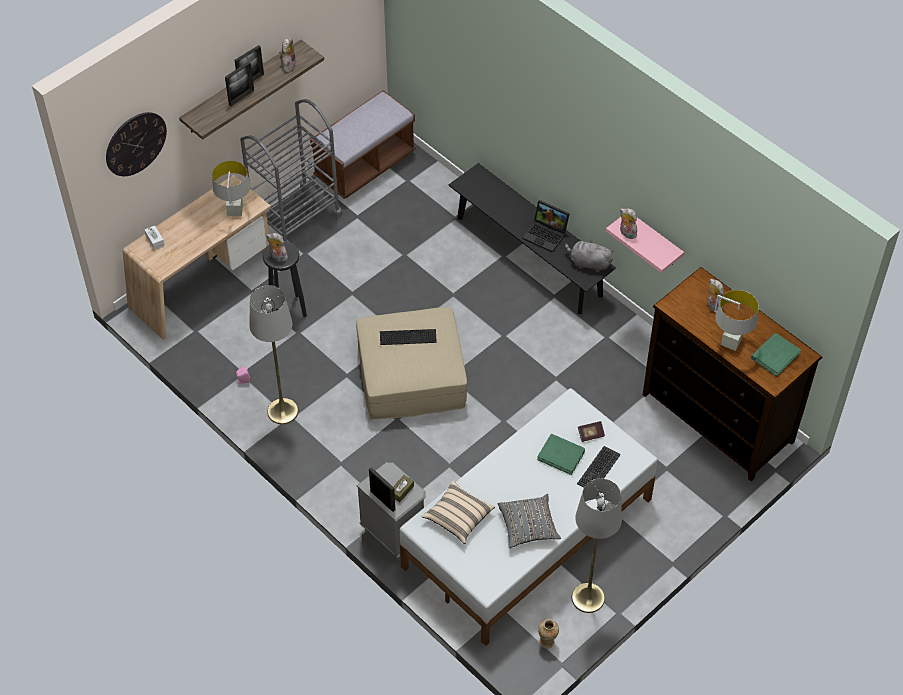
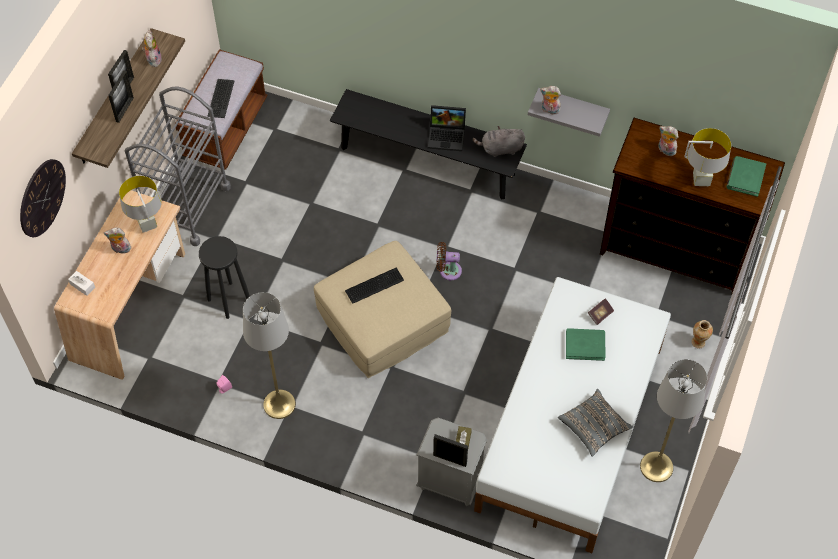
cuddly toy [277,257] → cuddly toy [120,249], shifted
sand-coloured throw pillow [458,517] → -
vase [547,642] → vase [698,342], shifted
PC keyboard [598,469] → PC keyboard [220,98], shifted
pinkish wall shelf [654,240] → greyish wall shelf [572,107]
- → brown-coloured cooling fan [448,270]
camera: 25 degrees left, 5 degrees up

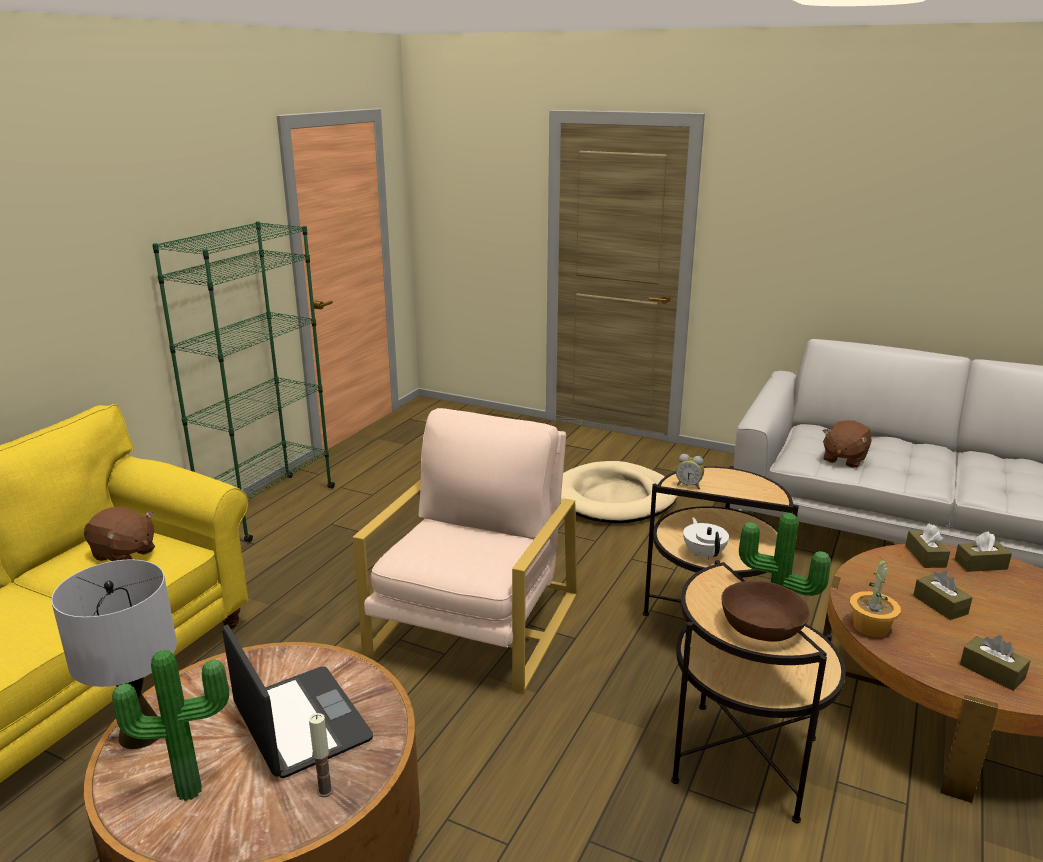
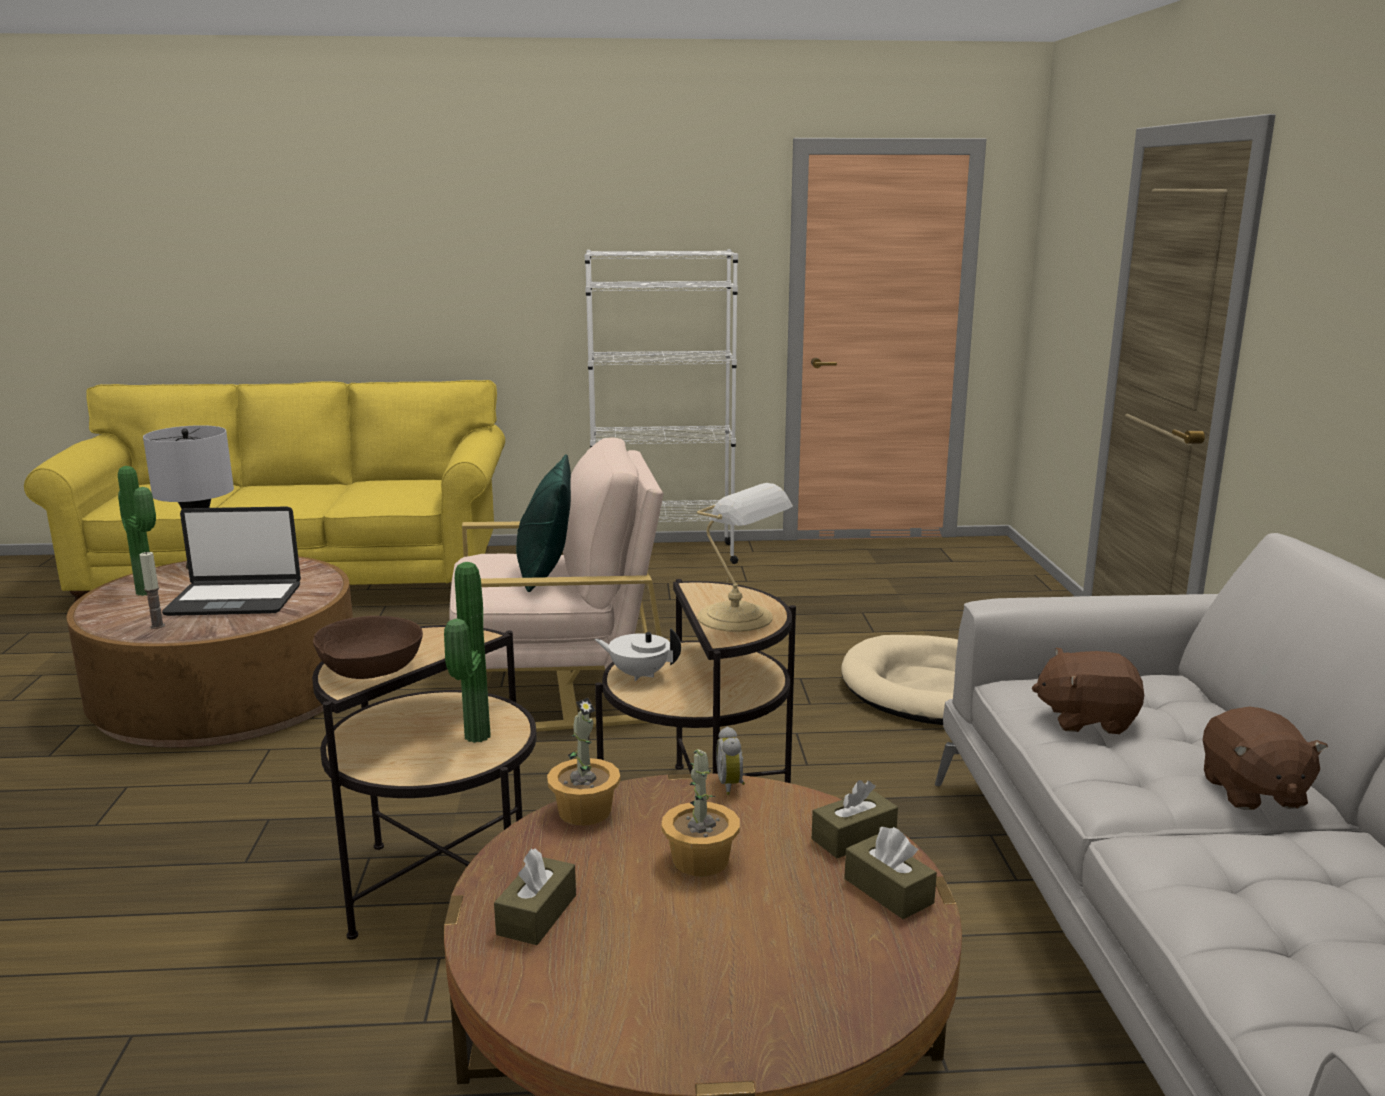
brown-coloured cuddly toy [124,554] → brown-coloured cuddly toy [1251,792], shifted
green bookshelf [269,507] → whitish bookshelf [663,554]
portable computer [300,723] → portable computer [235,600], 60 degrees clockwise
alarm clock [689,485] → alarm clock [732,785], shifted
whitish teapot [704,554] → whitish teapot [639,674], 120 degrees counterclockwise
brown-coloured tissue box [940,605] → plant in a pot [701,860]
- → green throw pillow [545,574]
- → table lamp [739,618]
camera: 60 degrees right, 5 degrees down

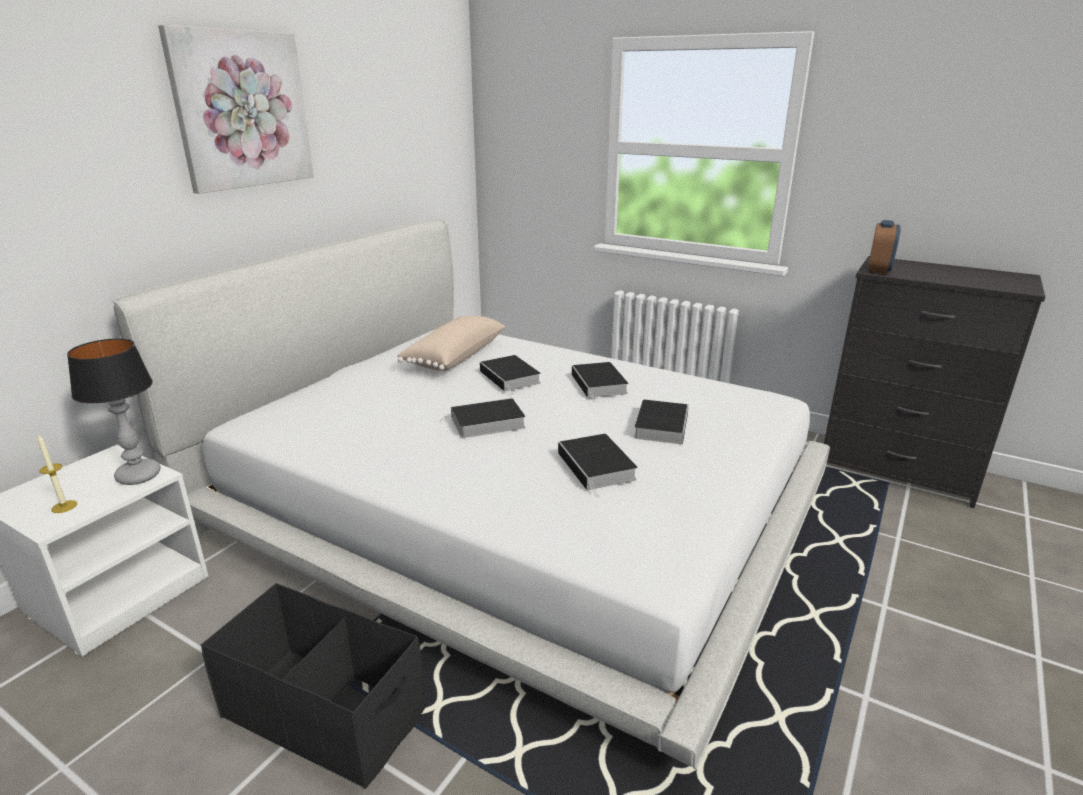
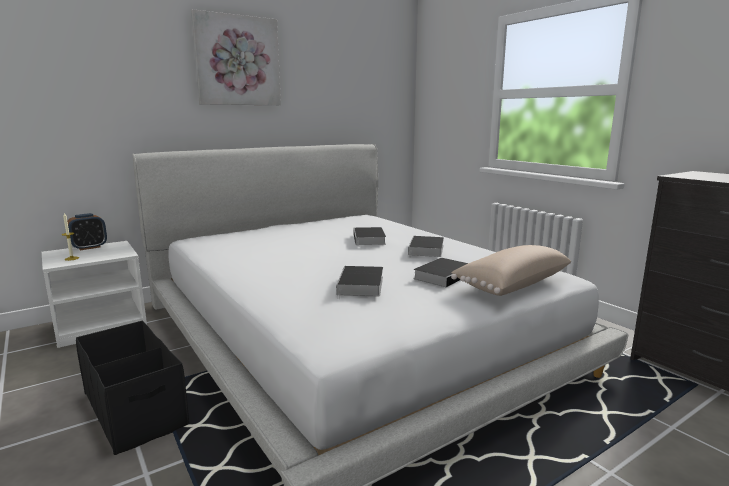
table lamp [138,476] → -
sand-coloured throw pillow [453,356] → sand-coloured throw pillow [510,284], shifted
book [485,423] → -
alarm clock [879,270] → alarm clock [89,247], shifted
camera: 25 degrees right, 10 degrees down

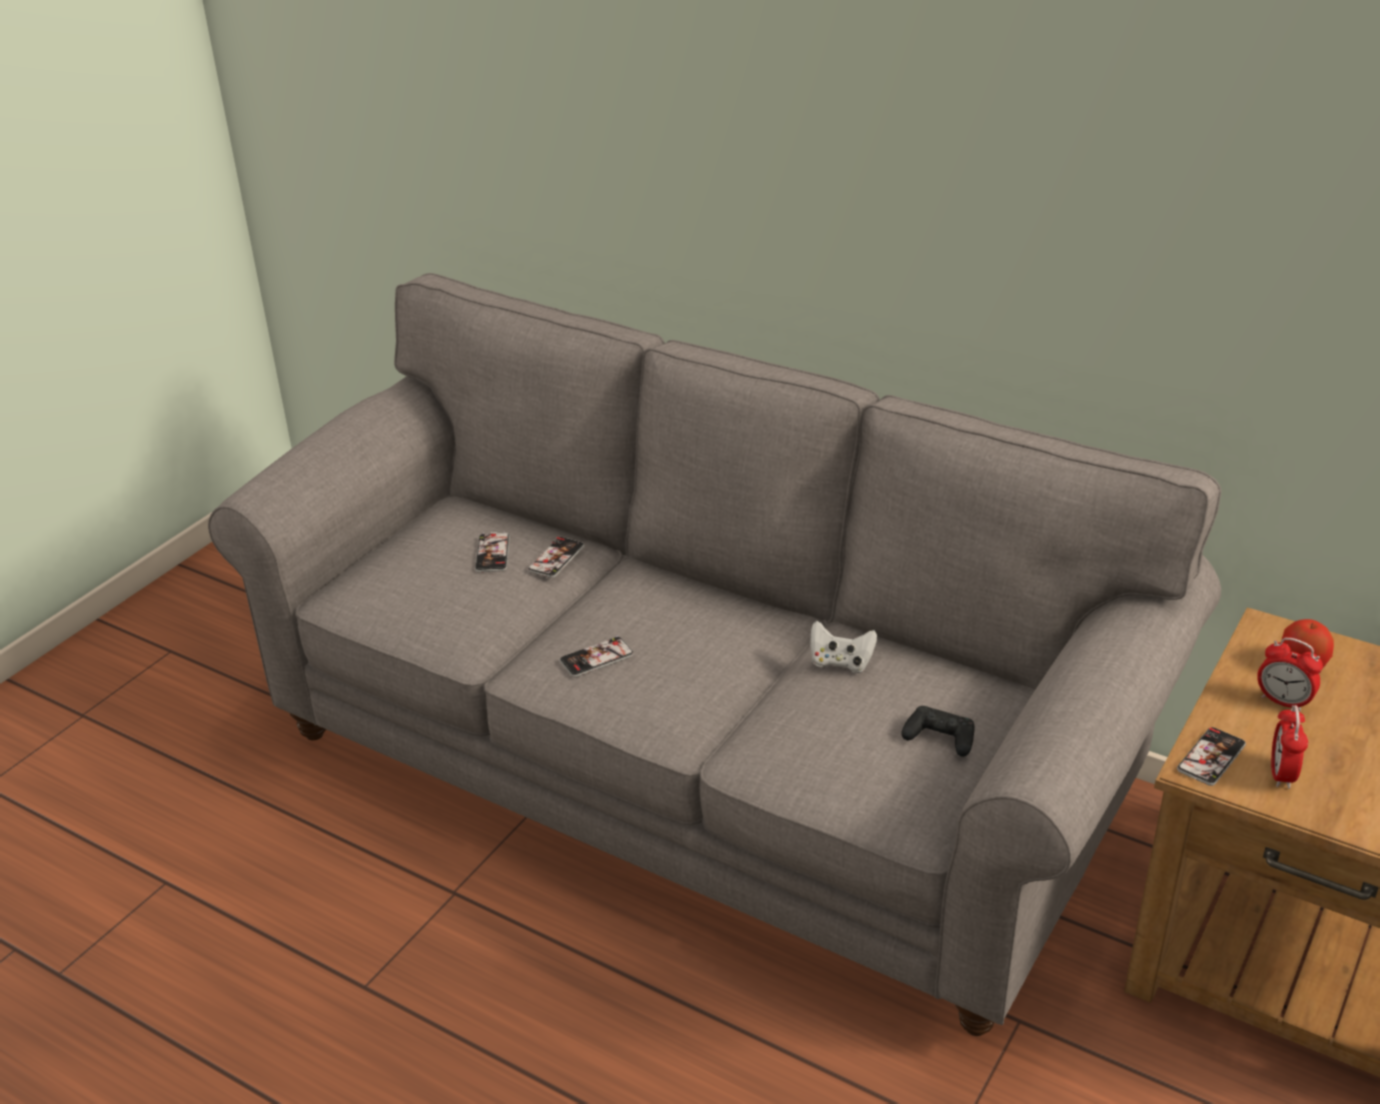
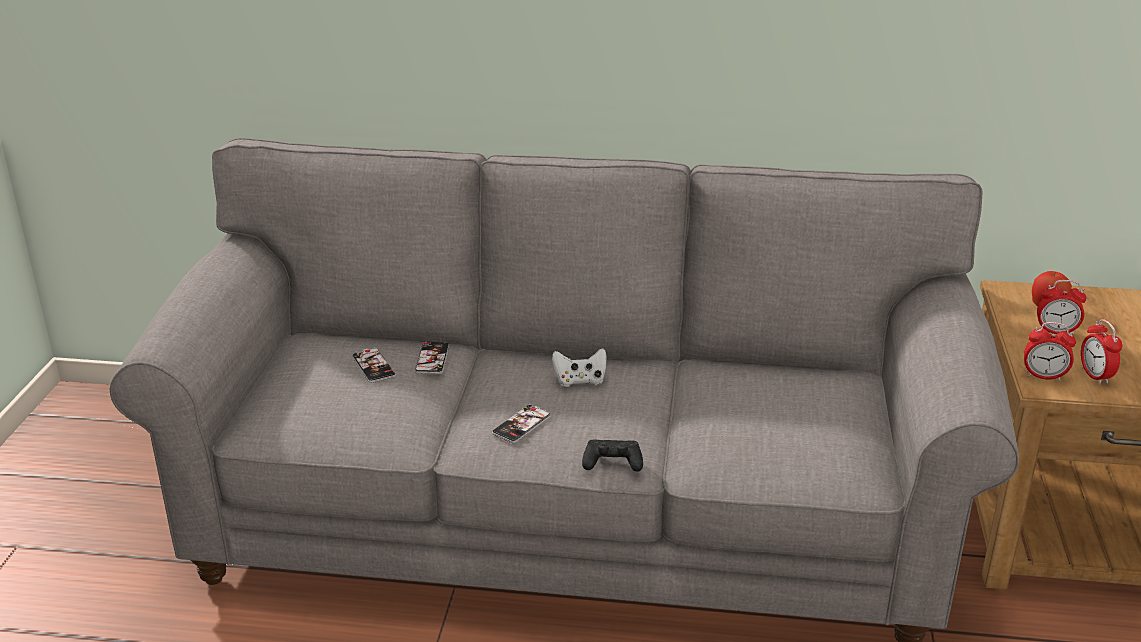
whitish gamepad [840,662] → whitish gamepad [580,381], shifted
black gamepad [940,737] → black gamepad [612,462], shifted
handset [1211,757] → alarm clock [1043,376]
camera: 25 degrees left, 5 degrees down

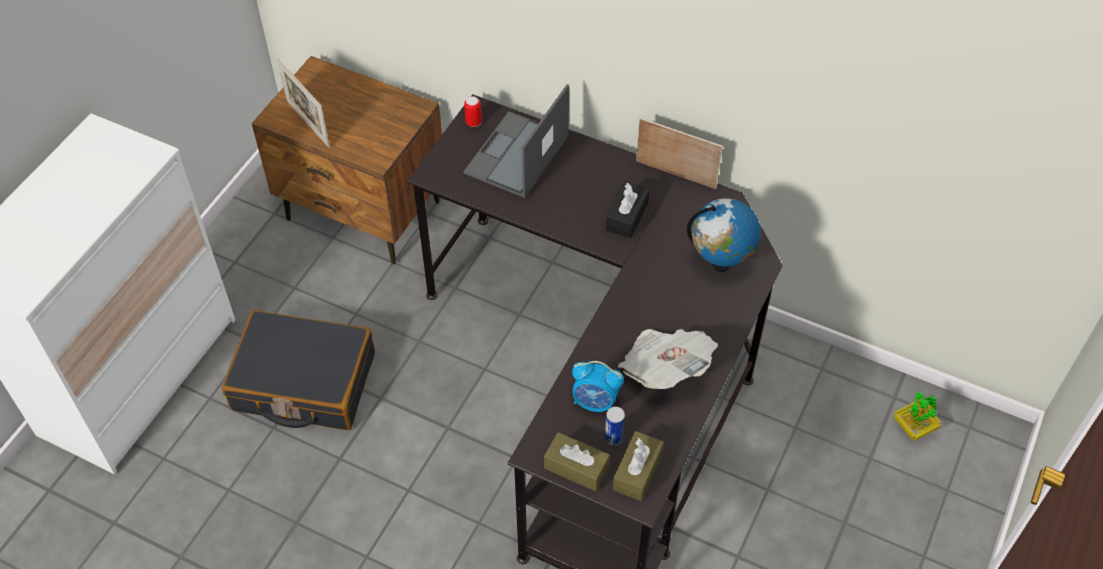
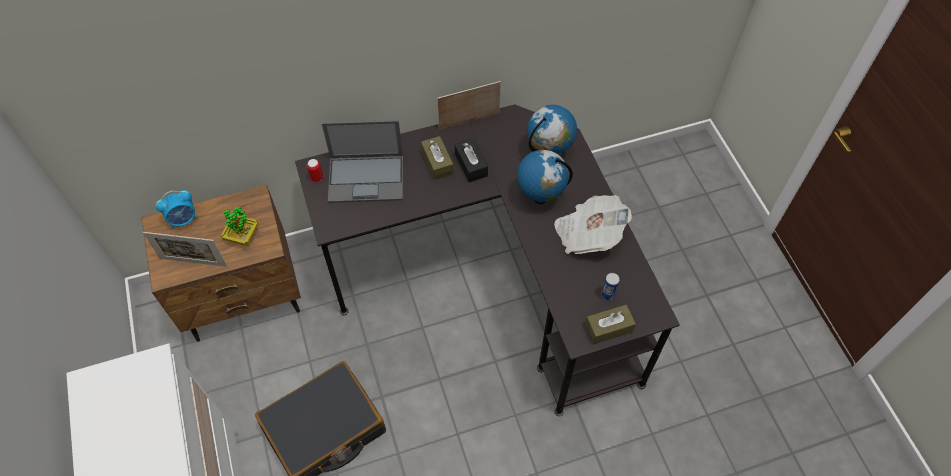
portable computer [516,156] → portable computer [367,178], 75 degrees counterclockwise
alarm clock [595,402] → alarm clock [183,219], shifted
brown-coloured tissue box [637,471] → brown-coloured tissue box [437,162], shifted
plant in a pot [914,427] → plant in a pot [242,236], shifted
- → globe [540,197]
camera: 45 degrees left, 5 degrees up

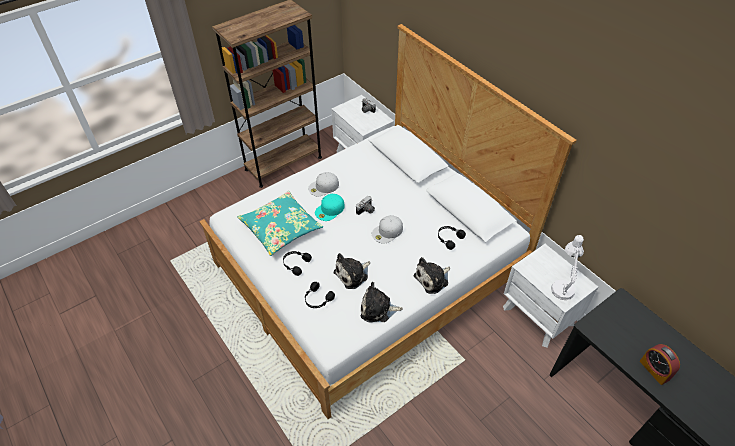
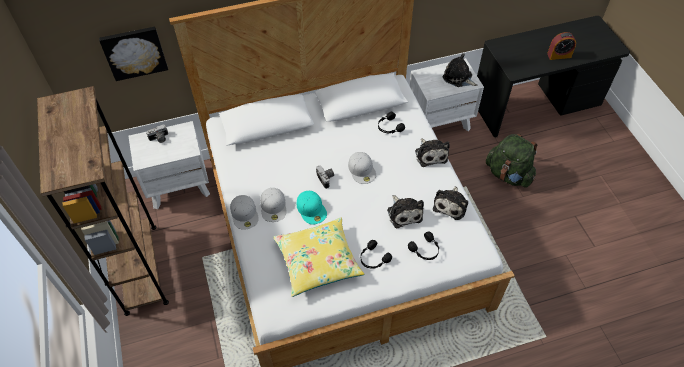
blue-green throw pillow [281,228] → yellow-coloured throw pillow [318,261]
whitish table lamp [562,286] → cuddly toy [458,78]
- → wall picture [134,52]
- → whitish baseball cap [245,214]
- → green rucksack [508,174]
camera: 70 degrees left, 5 degrees up

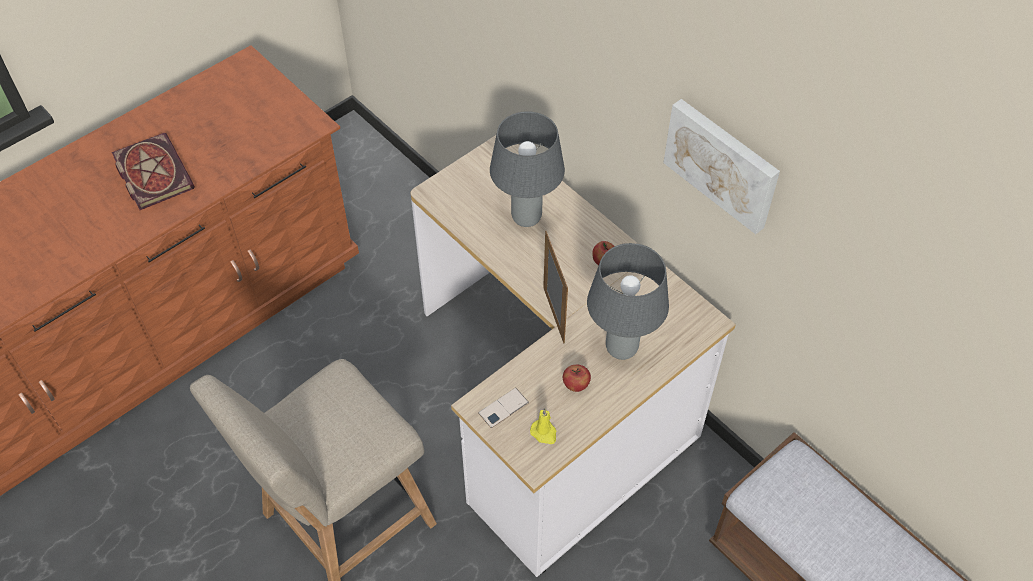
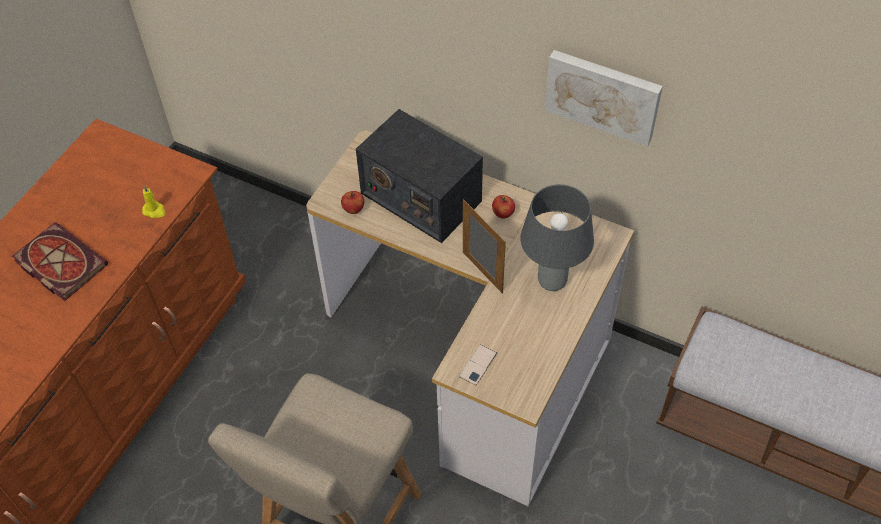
greyish table lamp [527,218] → radio [420,197]
yellow-coloured wax candle [544,433] → yellow-coloured wax candle [154,211], shifted
apple [576,385] → apple [353,209], shifted
camera: 20 degrees left, 0 degrees up

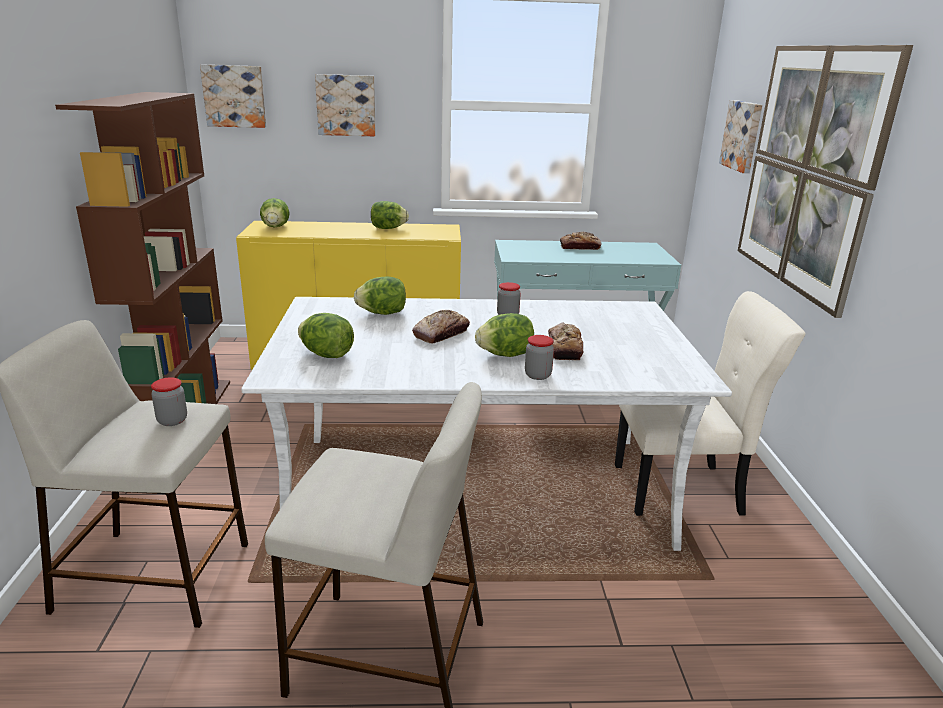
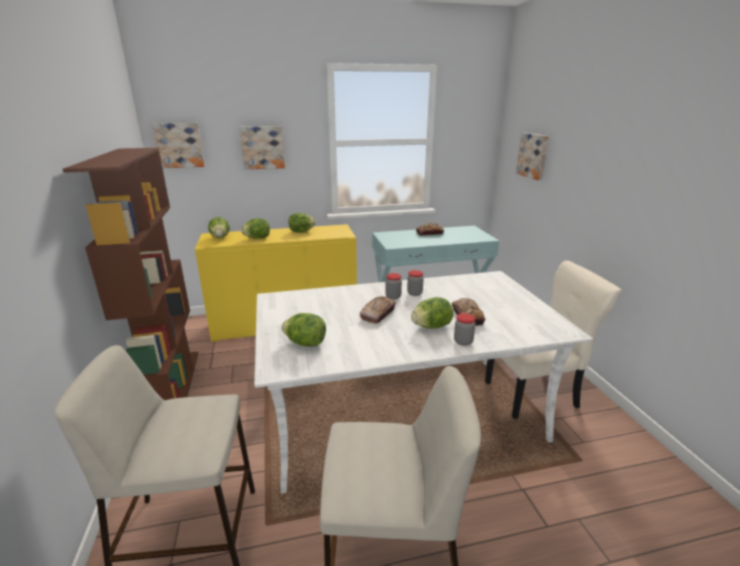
jar [172,421] → jar [393,296], shifted
lettuce [382,313] → lettuce [257,238], shifted
wall picture [810,170] → -
camera: 10 degrees left, 0 degrees up

